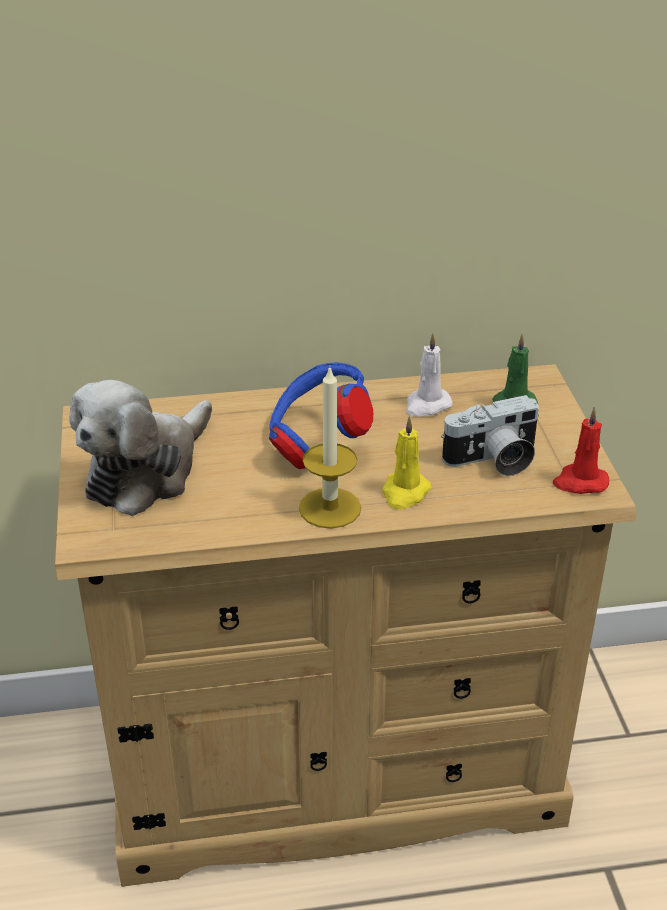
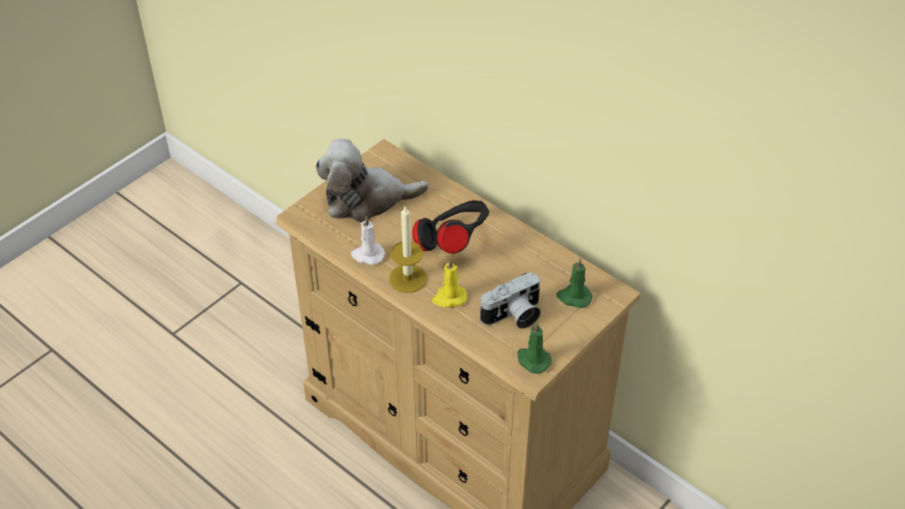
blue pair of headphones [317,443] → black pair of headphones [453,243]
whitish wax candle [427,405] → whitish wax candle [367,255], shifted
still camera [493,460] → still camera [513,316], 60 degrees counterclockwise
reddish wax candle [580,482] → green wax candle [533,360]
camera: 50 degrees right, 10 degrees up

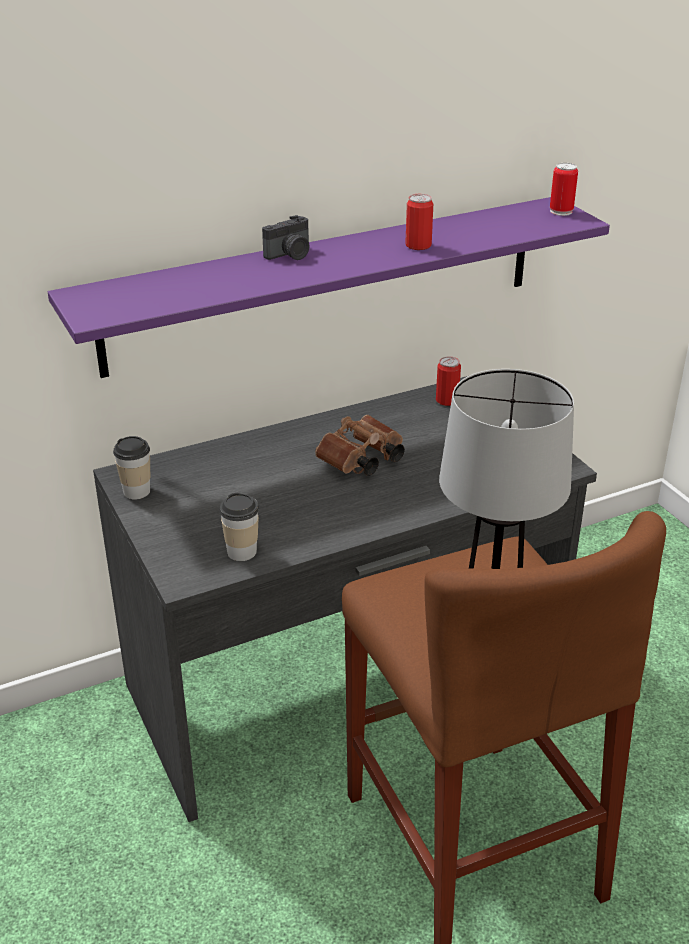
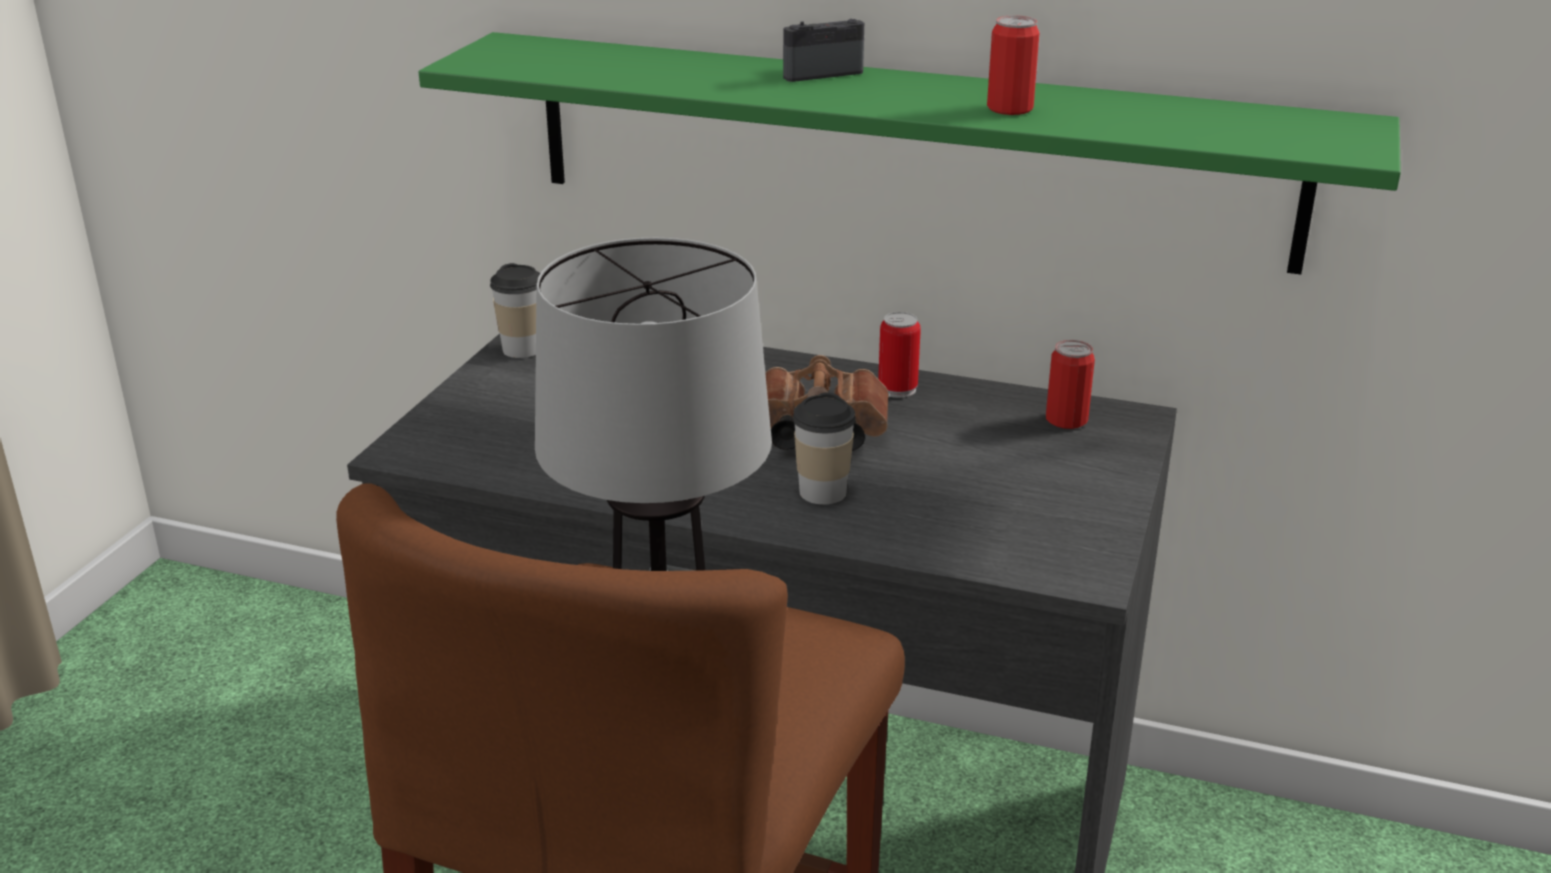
purple-coloured wall shelf [325,284] → green wall shelf [904,148]
drinking cup [242,552] → drinking cup [822,492], shifted
still camera [290,255] → still camera [818,72], 150 degrees clockwise
metal can [561,211] → metal can [897,389], shifted
camera: 45 degrees right, 5 degrees down

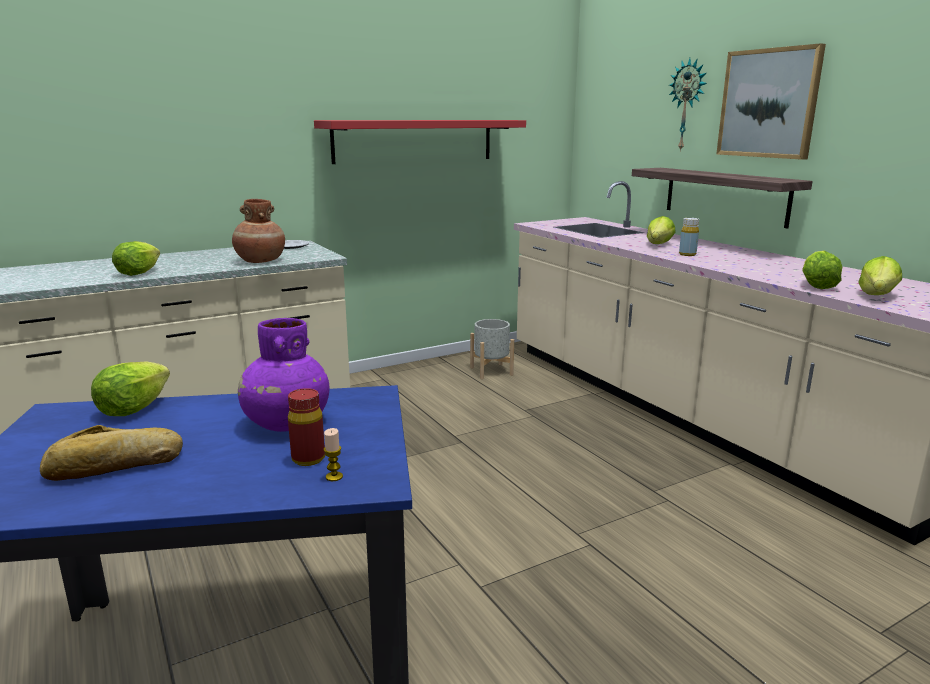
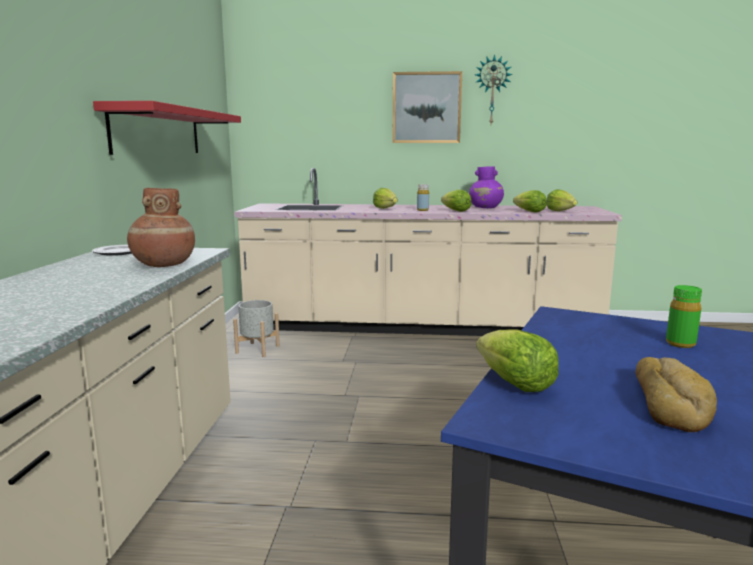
lettuce [138,273] → lettuce [456,211], shifted
purple-coloured vase [286,423] → purple-coloured vase [486,208], shifted
reddish bottle [308,459] → green bottle [680,344]
wax candle [334,477] → -
wall shelf [725,196] → -
clock on the wall [687,105] → clock on the wall [492,90], shifted
camera: 55 degrees left, 5 degrees down

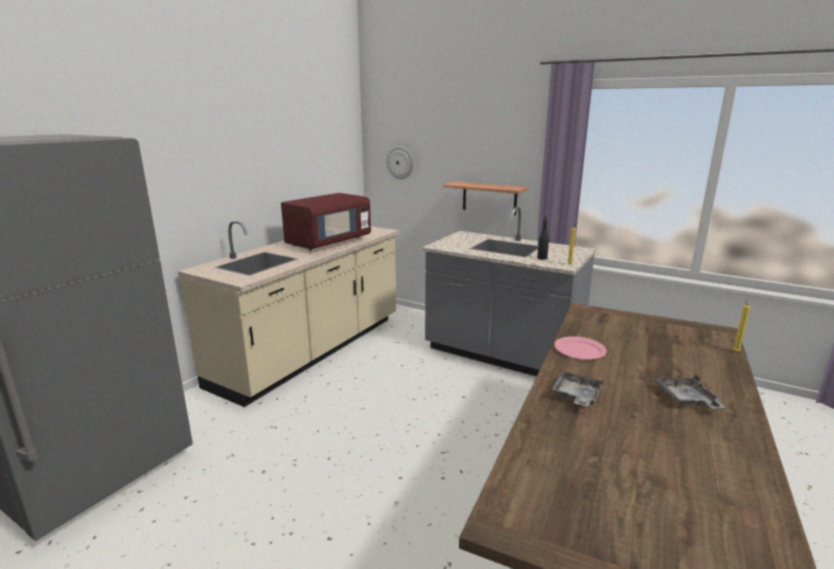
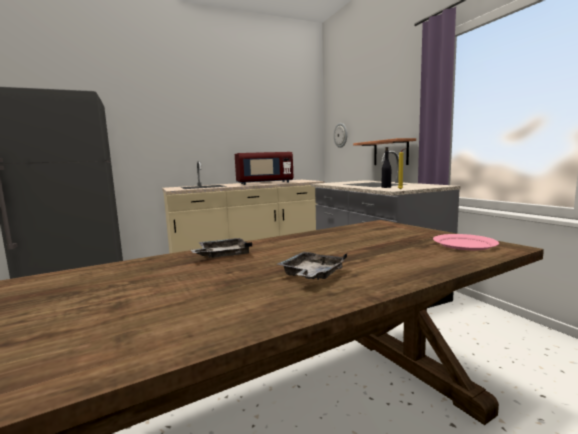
pinkish plate [580,350] → pinkish plate [465,244], shifted
yellow-coloured wax candle [735,351] → -
camera: 35 degrees right, 10 degrees down

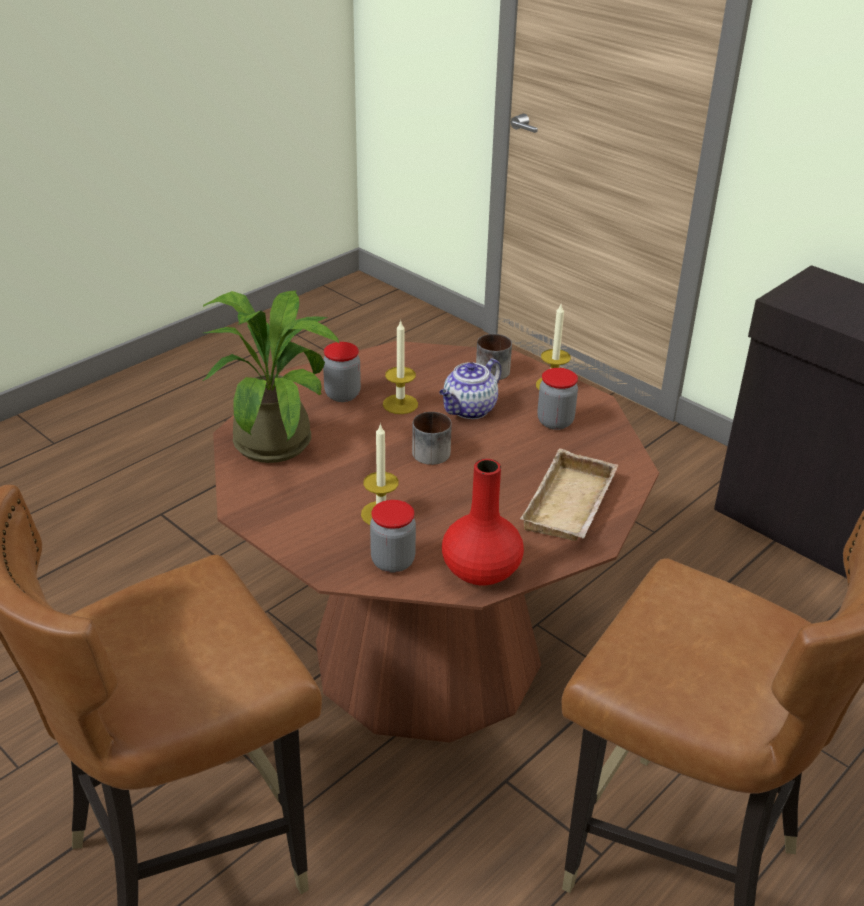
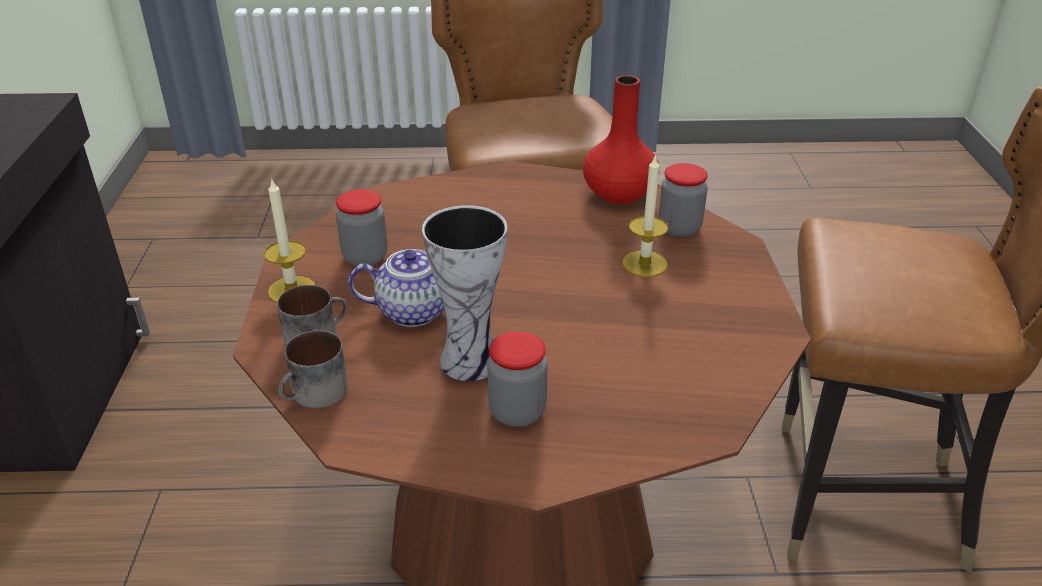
plant in a pot [278,438] → -
wax candle [400,404] → vase [472,359]
coffee mug [429,450] → coffee mug [315,395], shifted
sand-coloured tray [572,506] → -
camera: 135 degrees left, 0 degrees up

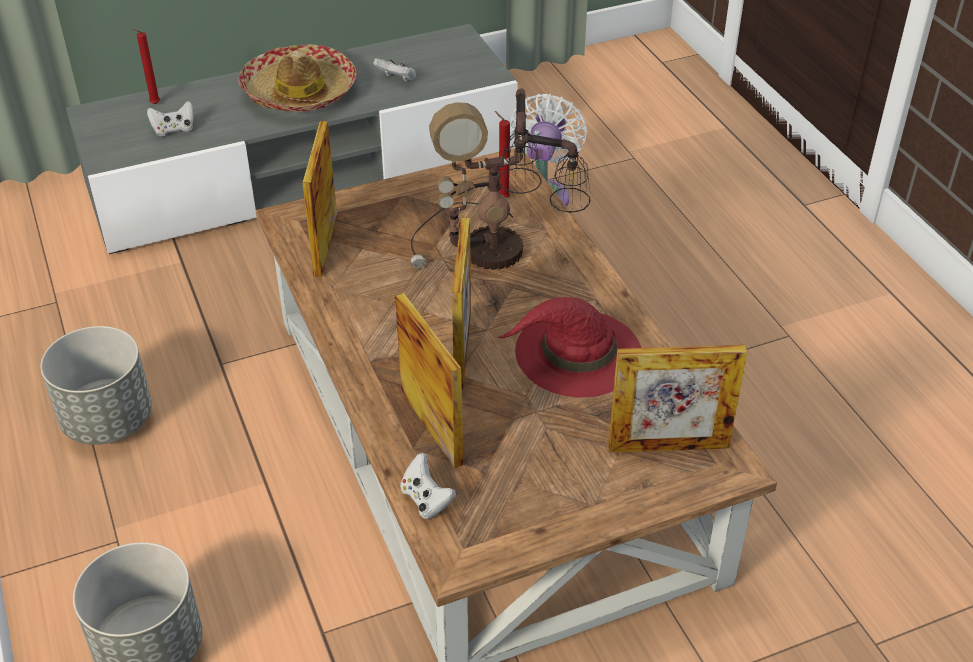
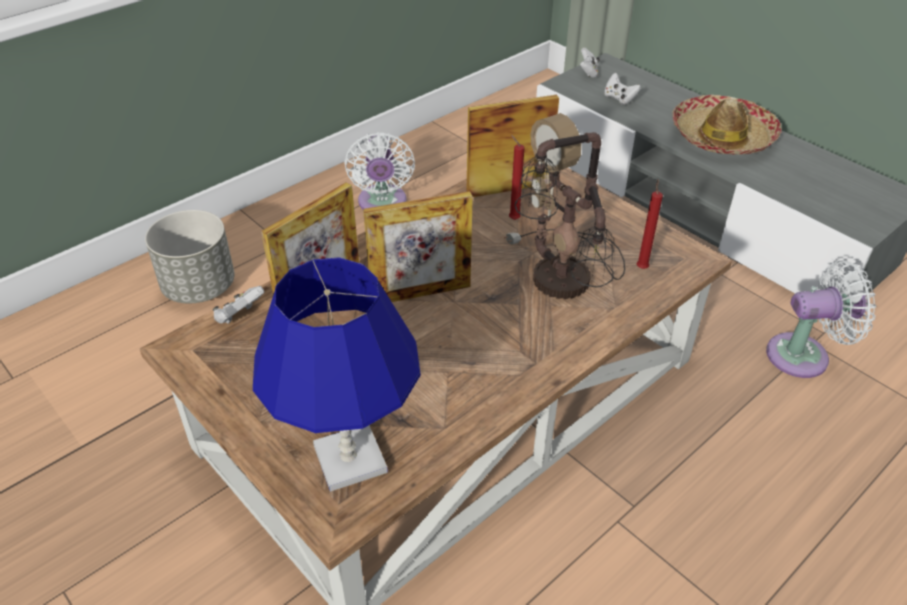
greyish flower pot [107,420] → whitish cooling fan [382,204]
reddish wax candle [153,104] → reddish wax candle [512,218], shifted
whitish gamepad [397,79] → whitish gamepad [588,72], shifted
reddish hat [576,353] → -
standing frame [668,447] → blue table lamp [349,459]
camera: 70 degrees right, 0 degrees up

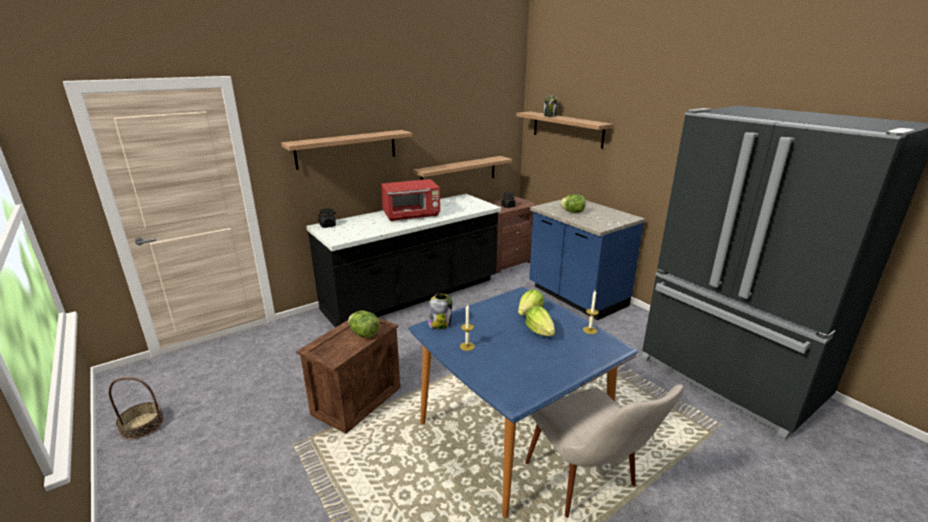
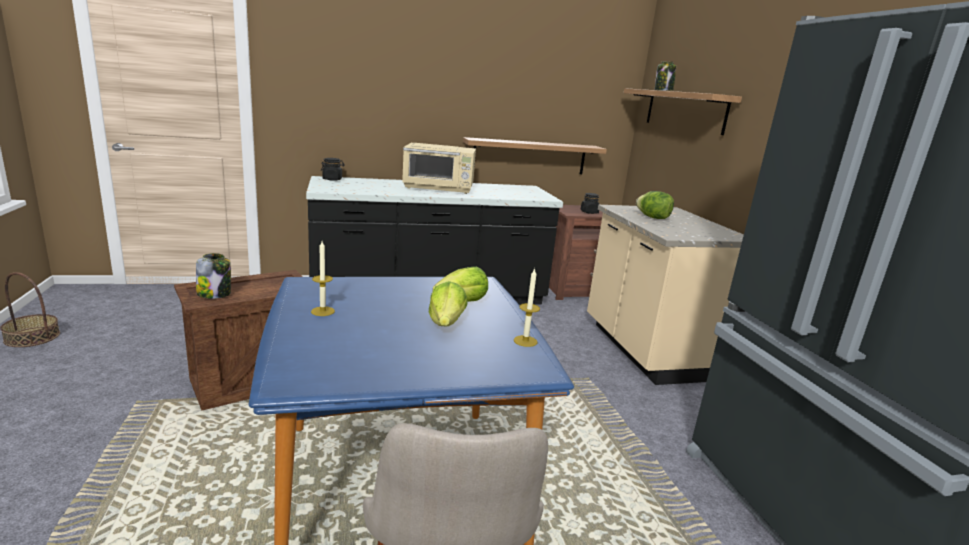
wall shelf [346,149] → -
lettuce [364,334] → -
reddish kitchen microwave [412,215] → sand-coloured kitchen microwave [439,188]
jar [440,324] → jar [215,294], shifted
blue kitchen base unit [576,297] → sand-coloured kitchen base unit [646,350]
camera: 20 degrees right, 5 degrees down

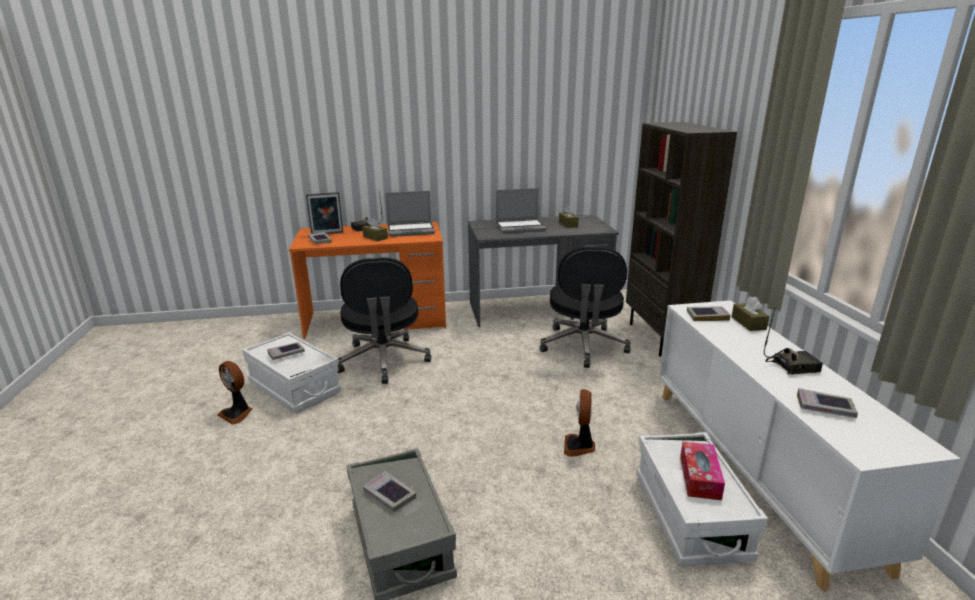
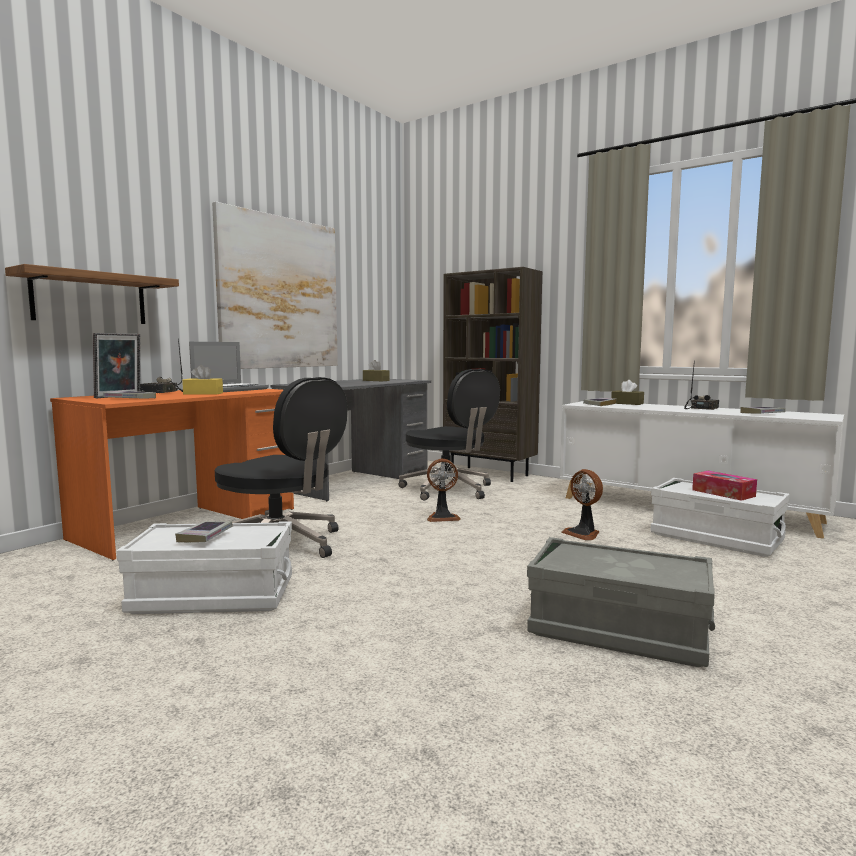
cooling fan [237,413] → cooling fan [442,517], shifted
brown-coloured tissue box [375,237] → yellow-coloured tissue box [203,393]
book [389,495] → -
portable computer [521,227] → -
- → wall shelf [90,298]
- → wall picture [280,293]
camera: 45 degrees left, 15 degrees down

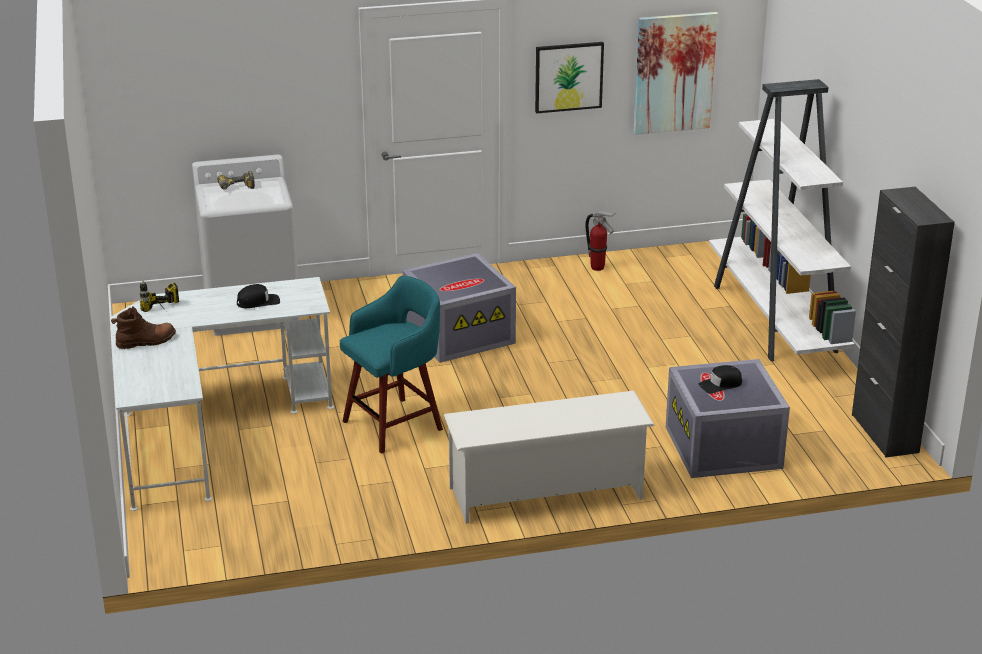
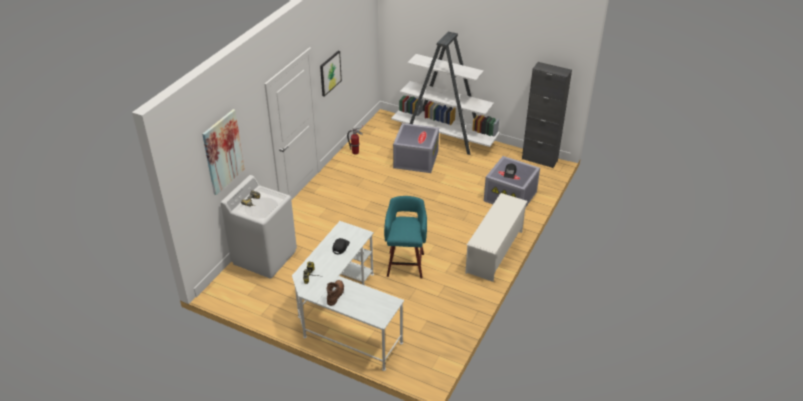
greyish storage box [459,333] → greyish storage box [415,159], shifted
wall picture [674,73] → wall picture [223,152], shifted
camera: 50 degrees left, 10 degrees up

